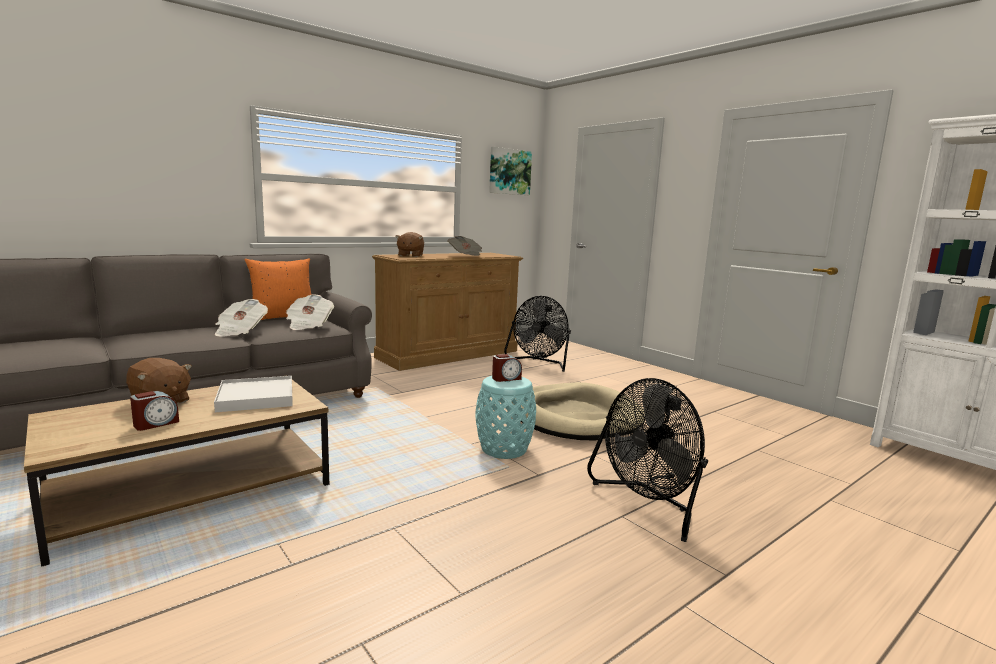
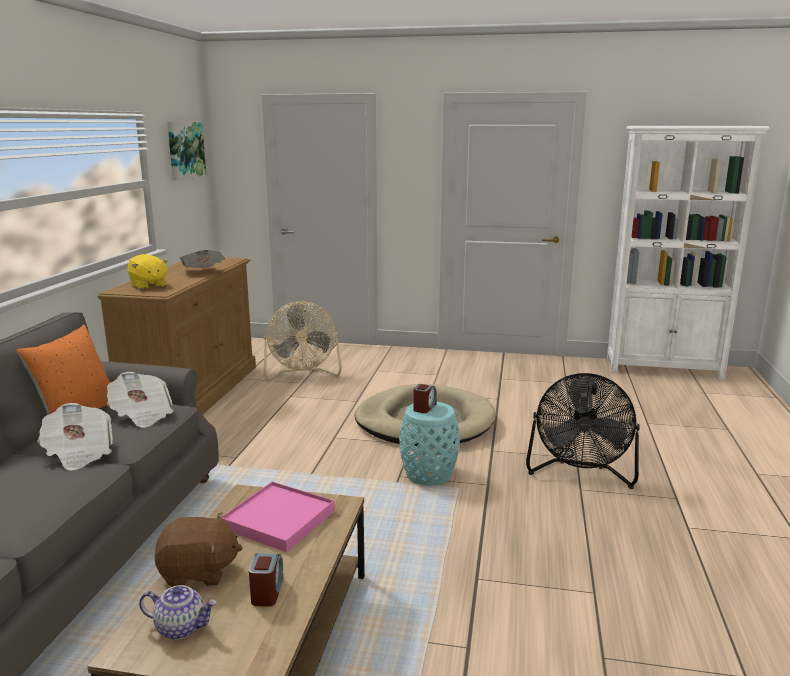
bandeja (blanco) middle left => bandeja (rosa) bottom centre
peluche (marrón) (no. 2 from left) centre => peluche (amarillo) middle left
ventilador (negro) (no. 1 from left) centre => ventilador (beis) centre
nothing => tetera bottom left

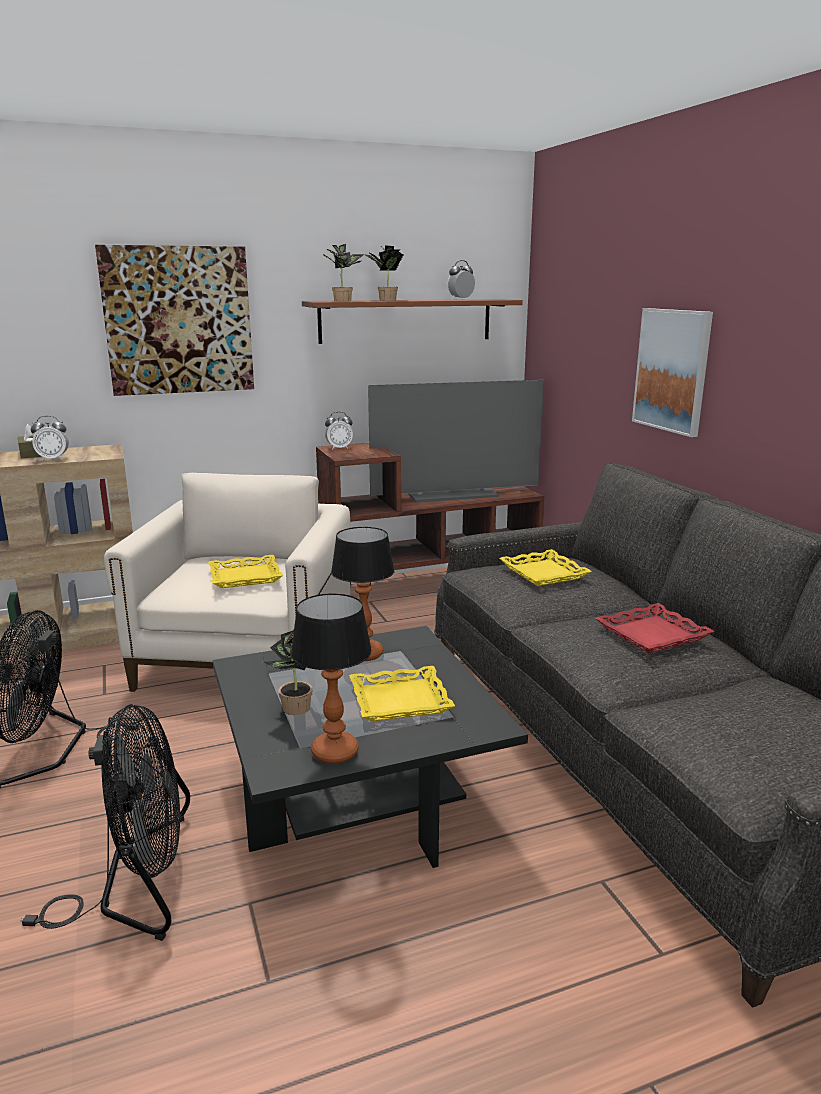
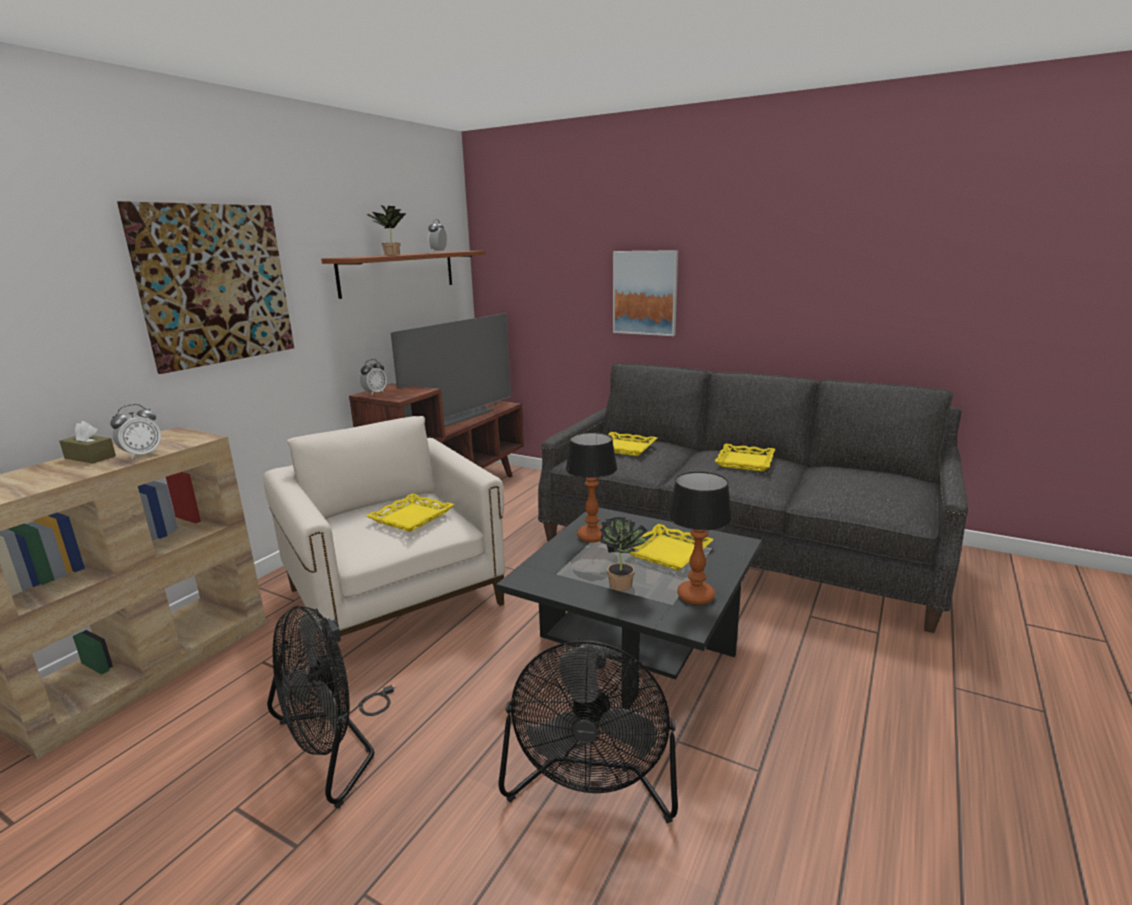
ventilador (negro) (no. 2 from left) bottom left => ventilador (negro) (no. 2 from left) bottom centre, 150 degrees clockwise
planta en maceta (no. 2 from left) top centre => nothing
bandeja (rojo) middle right => bandeja (amarillo) (no. 4 from left) centre

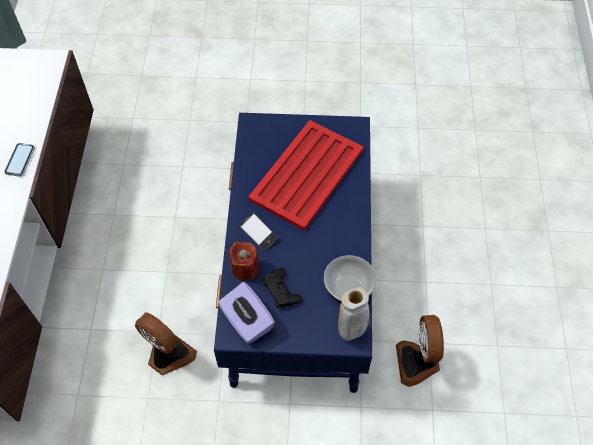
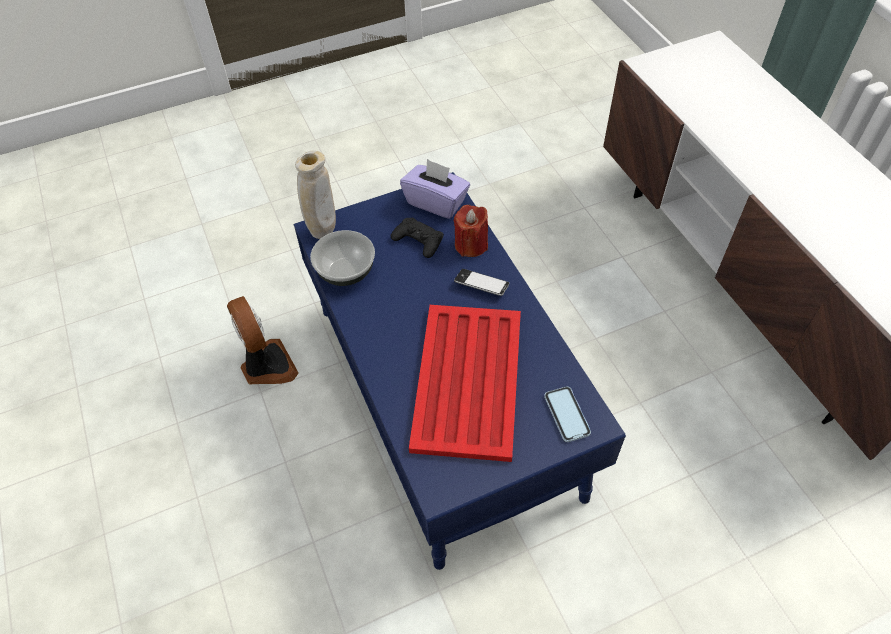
móvil (no. 1 from left in the first image) middle left => móvil (no. 2 from left) centre, shifted
ventilador (no. 1 from left) bottom left => nothing

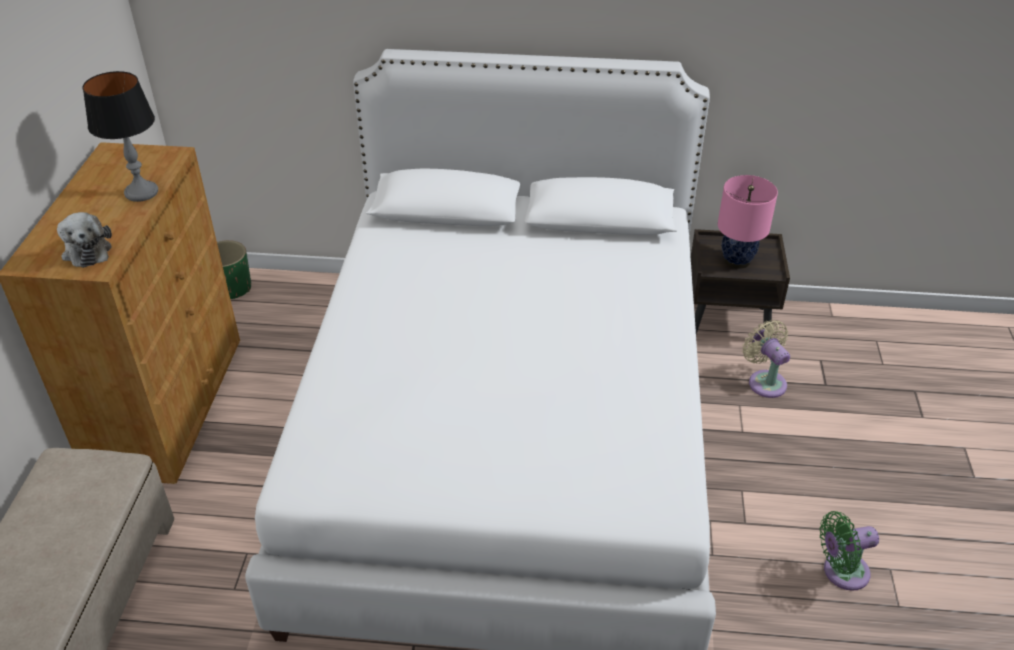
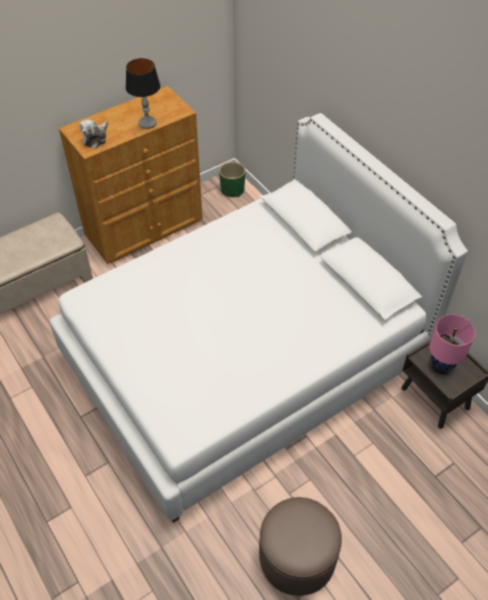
ventilador (beis) middle right => nothing
ventilador (verde) bottom right => puf (marrón) bottom centre

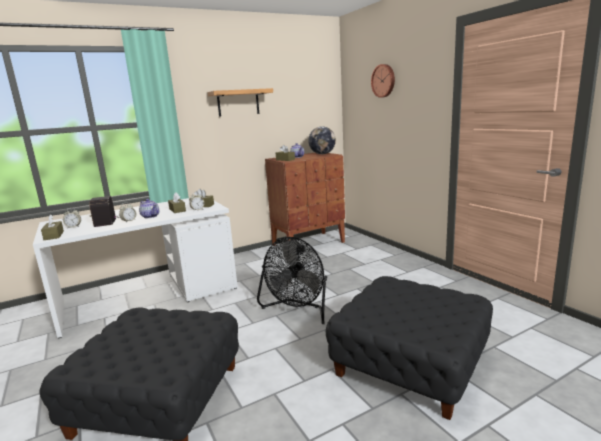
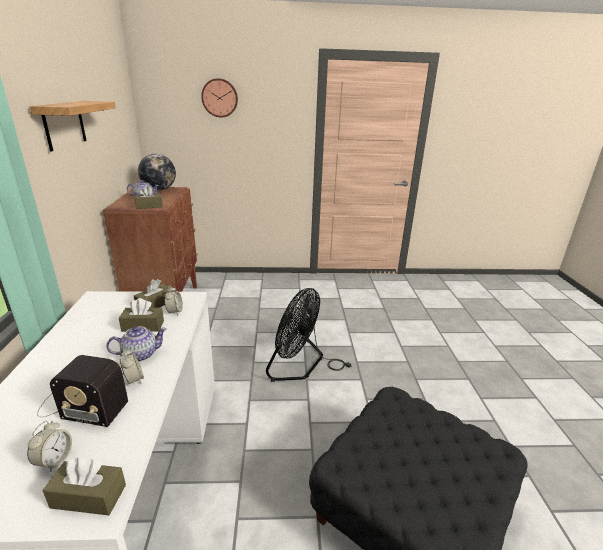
ventilador (negro) centre, 150 degrees clockwise
puf (negro) (no. 2 from left) bottom right => nothing

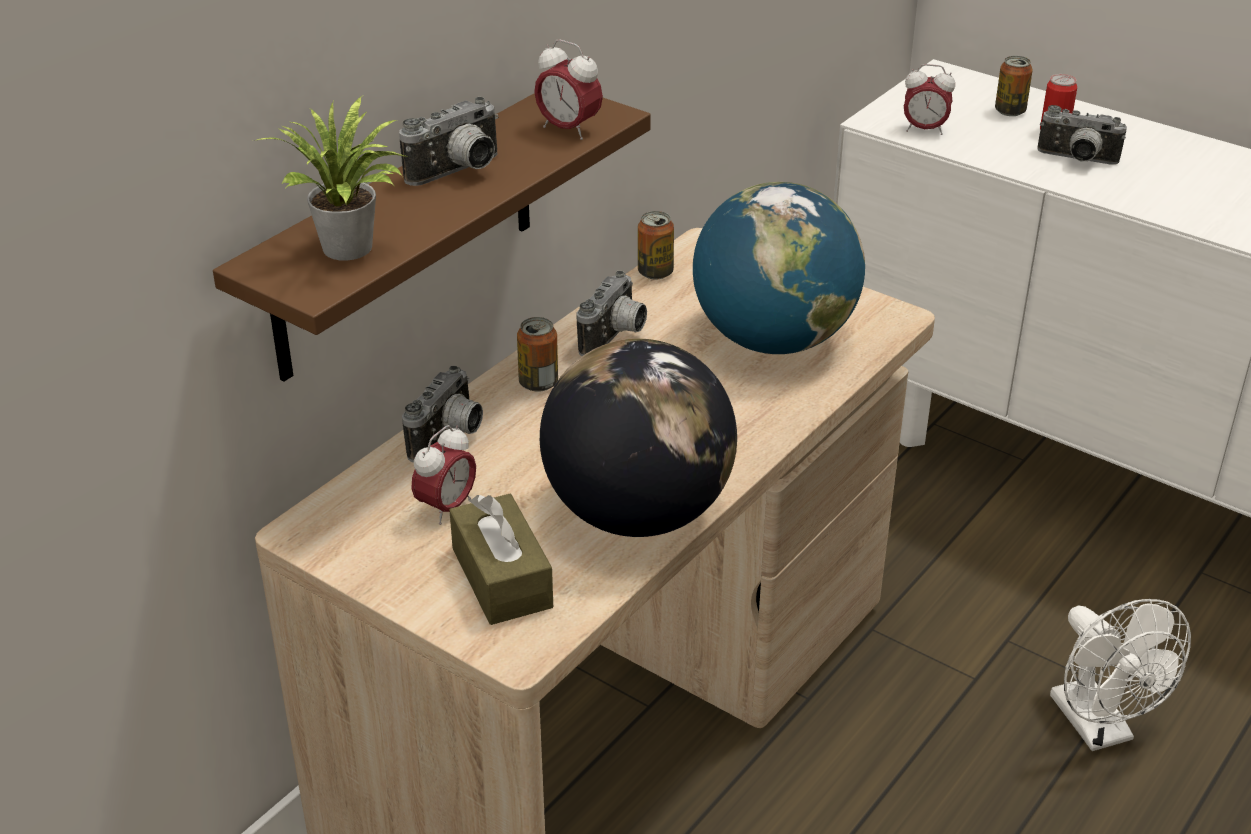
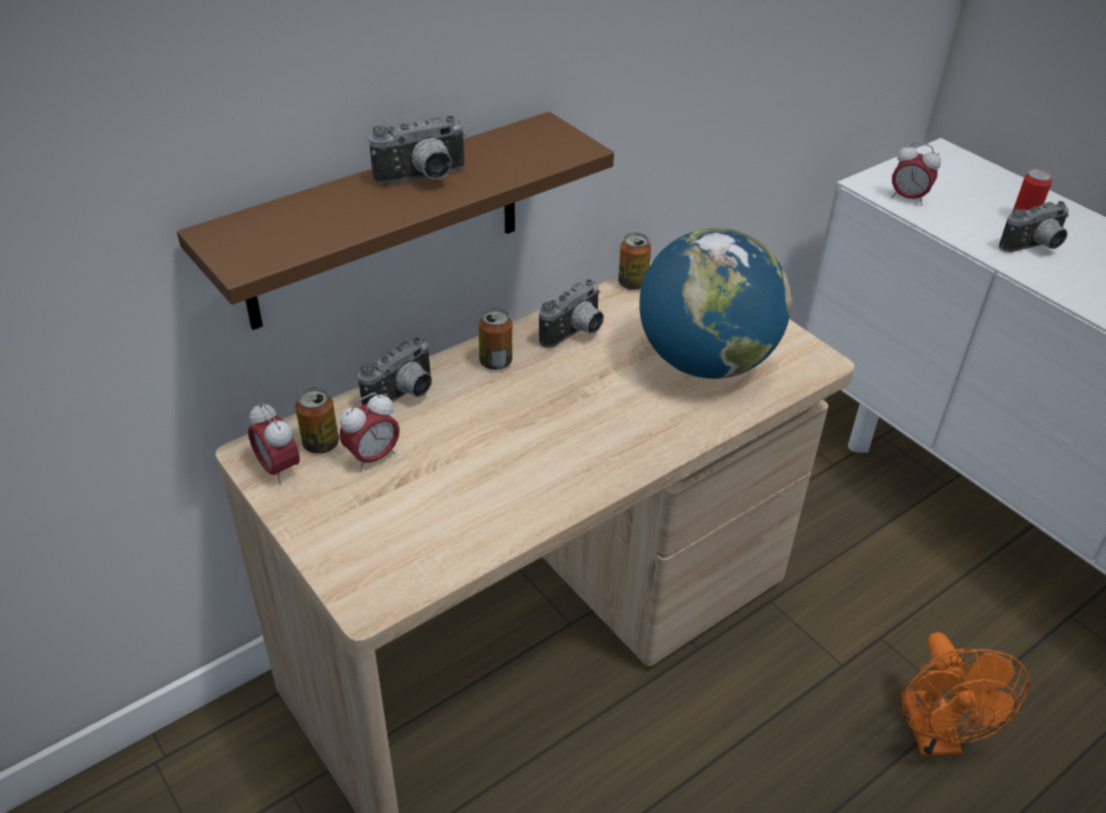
planta en maceta top left => nothing
caja de pañuelos (marrón) bottom centre => nothing
despertador (no. 2 from left in the first image) top centre => despertador (no. 1 from left) middle left, shifted
globo terráqueo (no. 1 from left) centre => nothing
lata (no. 3 from left in the first image) top right => lata (no. 1 from left) middle left, shifted
cámara (no. 4 from left) top right, 60 degrees counterclockwise
ventilador (blanco) bottom right => ventilador (naranja) bottom right

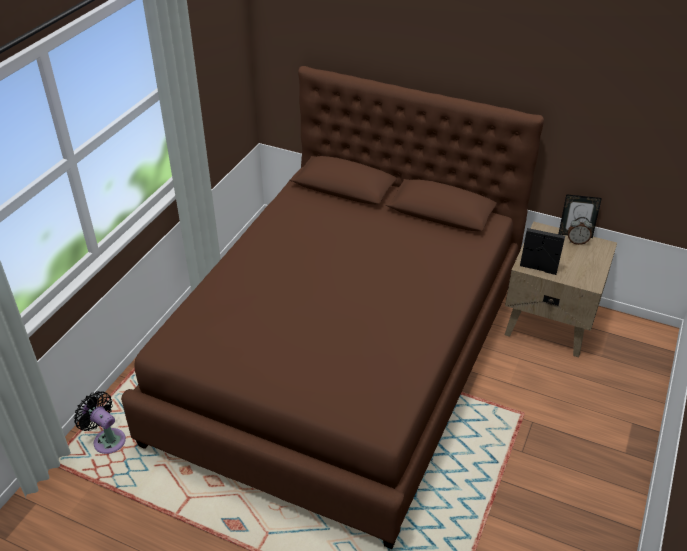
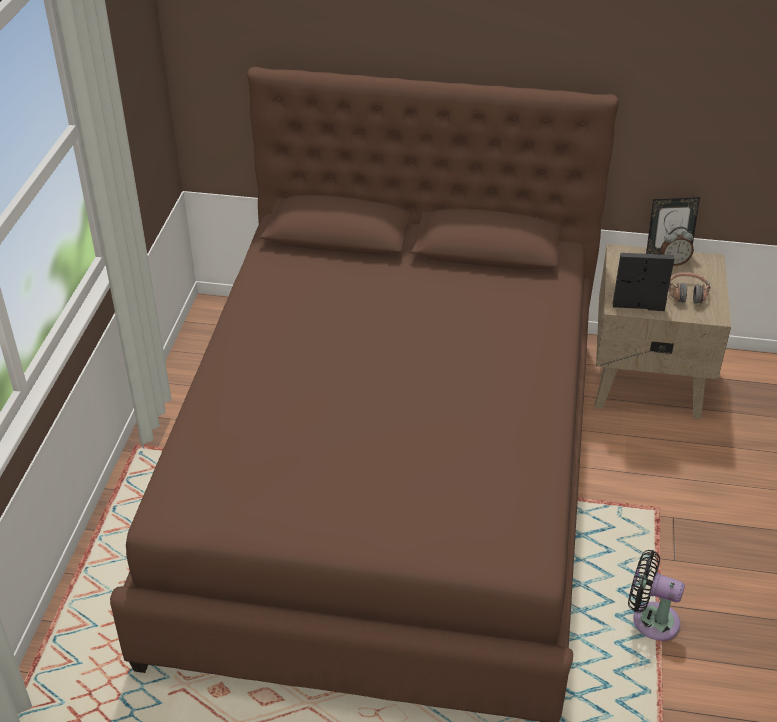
ventilador (negro) bottom left => ventilador (negro) bottom right, shifted
nothing => auriculares middle right

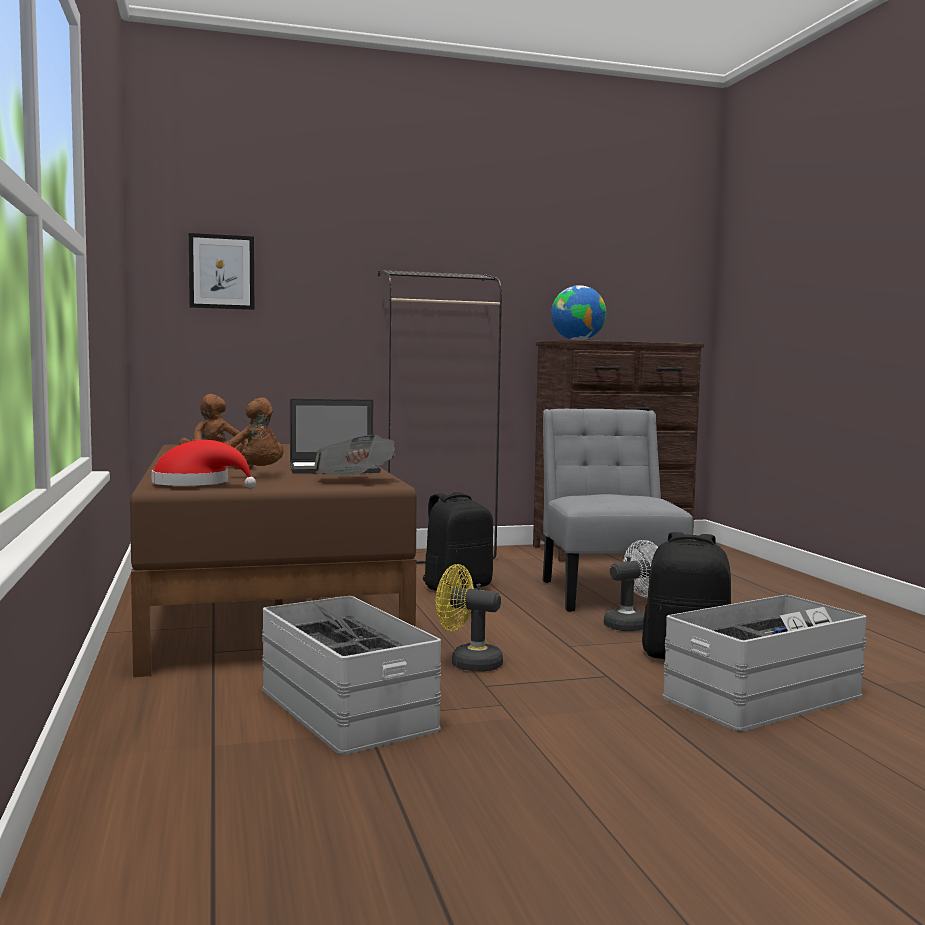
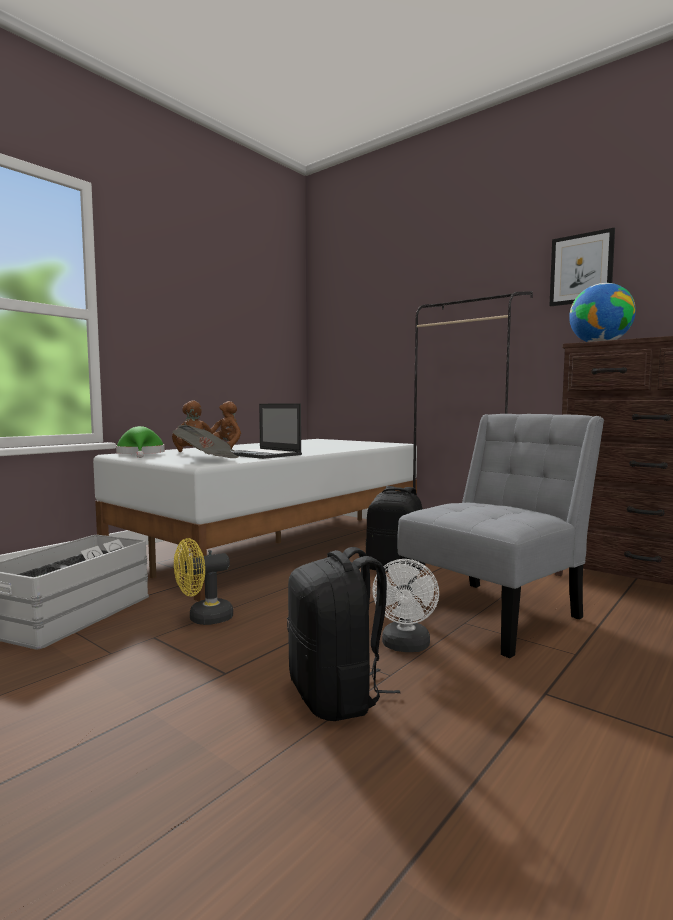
cama (marrón) middle left => cama (blanco) centre
sombrero (rojo) middle left => sombrero (verde) middle left
cuadro top left => cuadro top right, shifted
ventilador (amarillo) bottom centre => ventilador (amarillo) middle left, 105 degrees counterclockwise
ventilador (blanco) middle right => ventilador (blanco) centre, 75 degrees clockwise
caja de almacenaje (gris) (no. 2 from left) bottom right => nothing

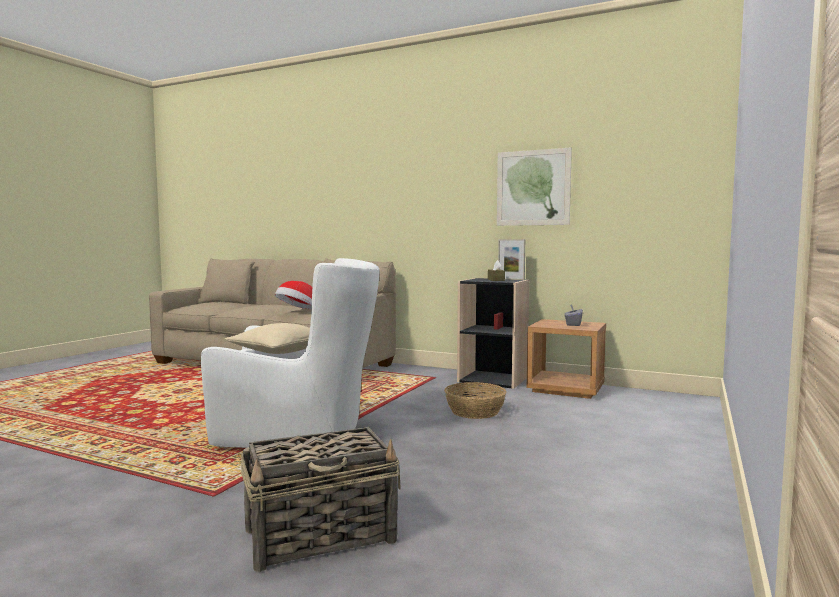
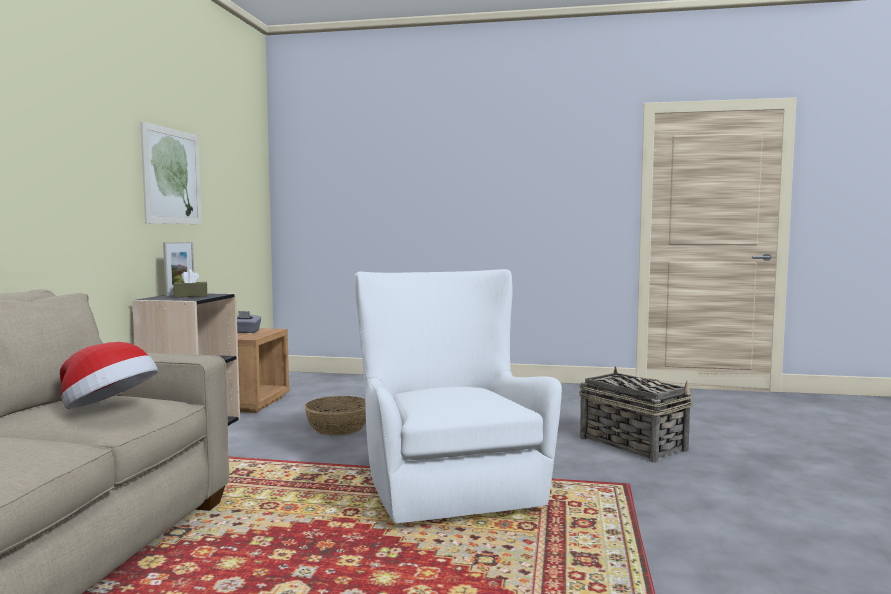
cojín (beis) middle left => nothing

